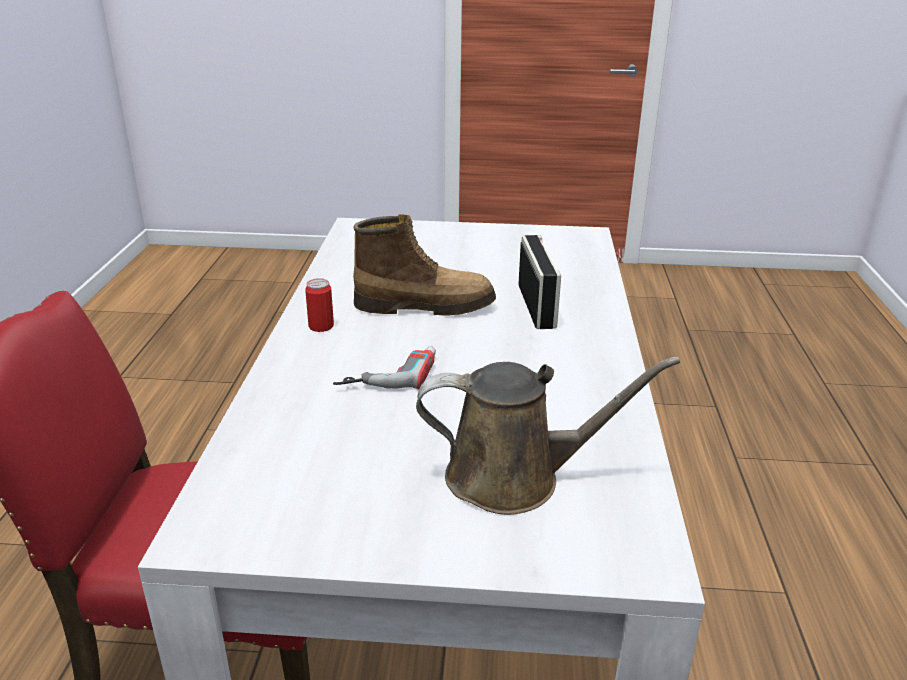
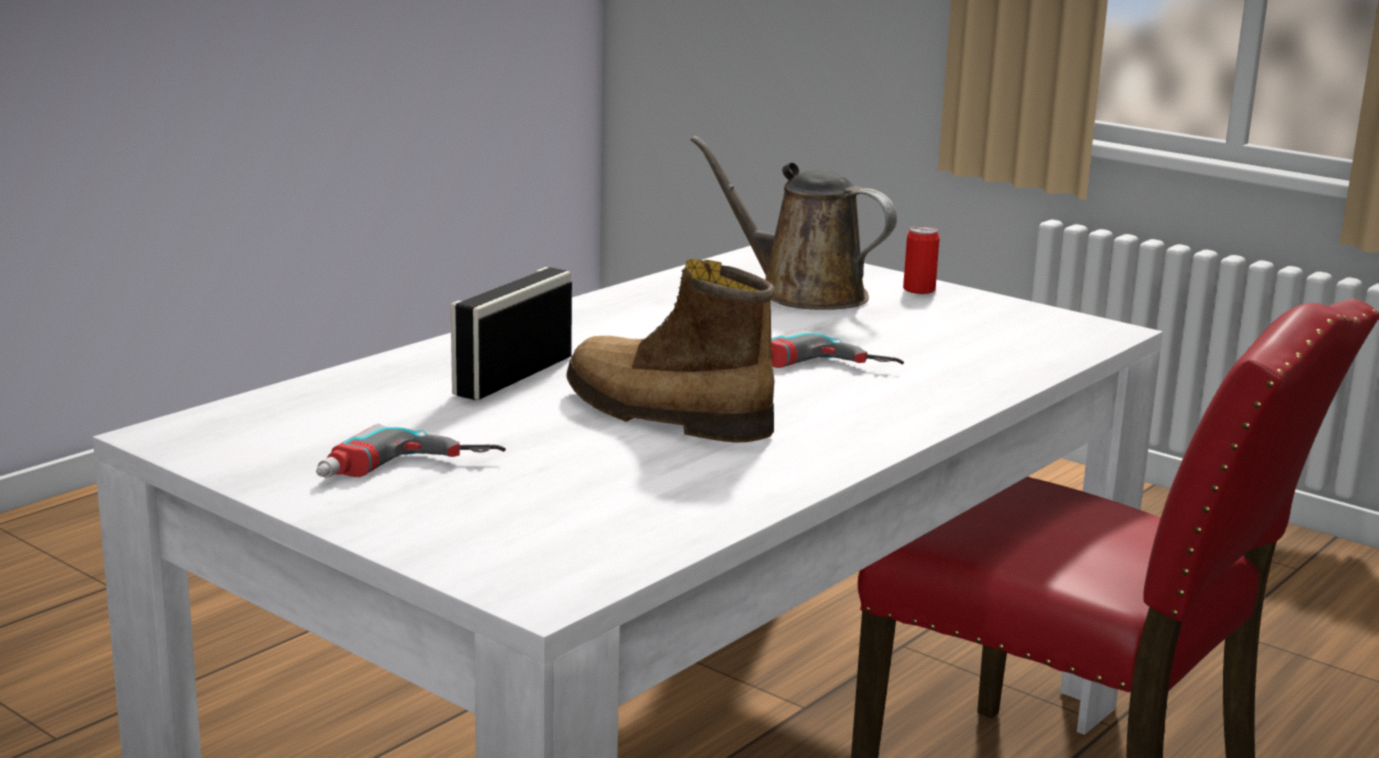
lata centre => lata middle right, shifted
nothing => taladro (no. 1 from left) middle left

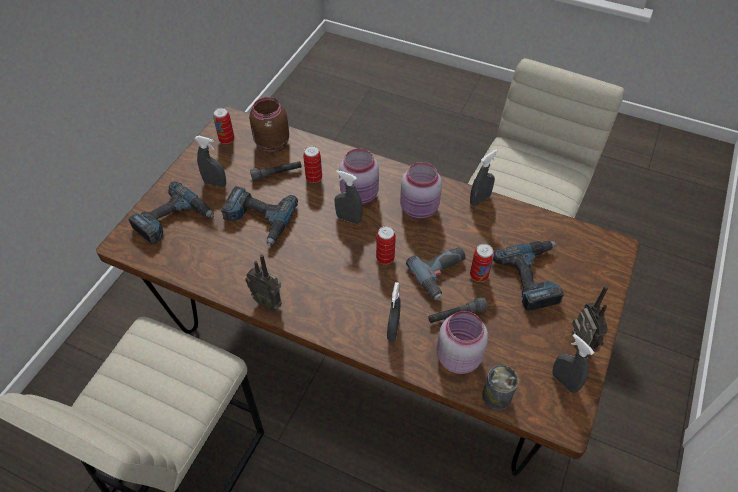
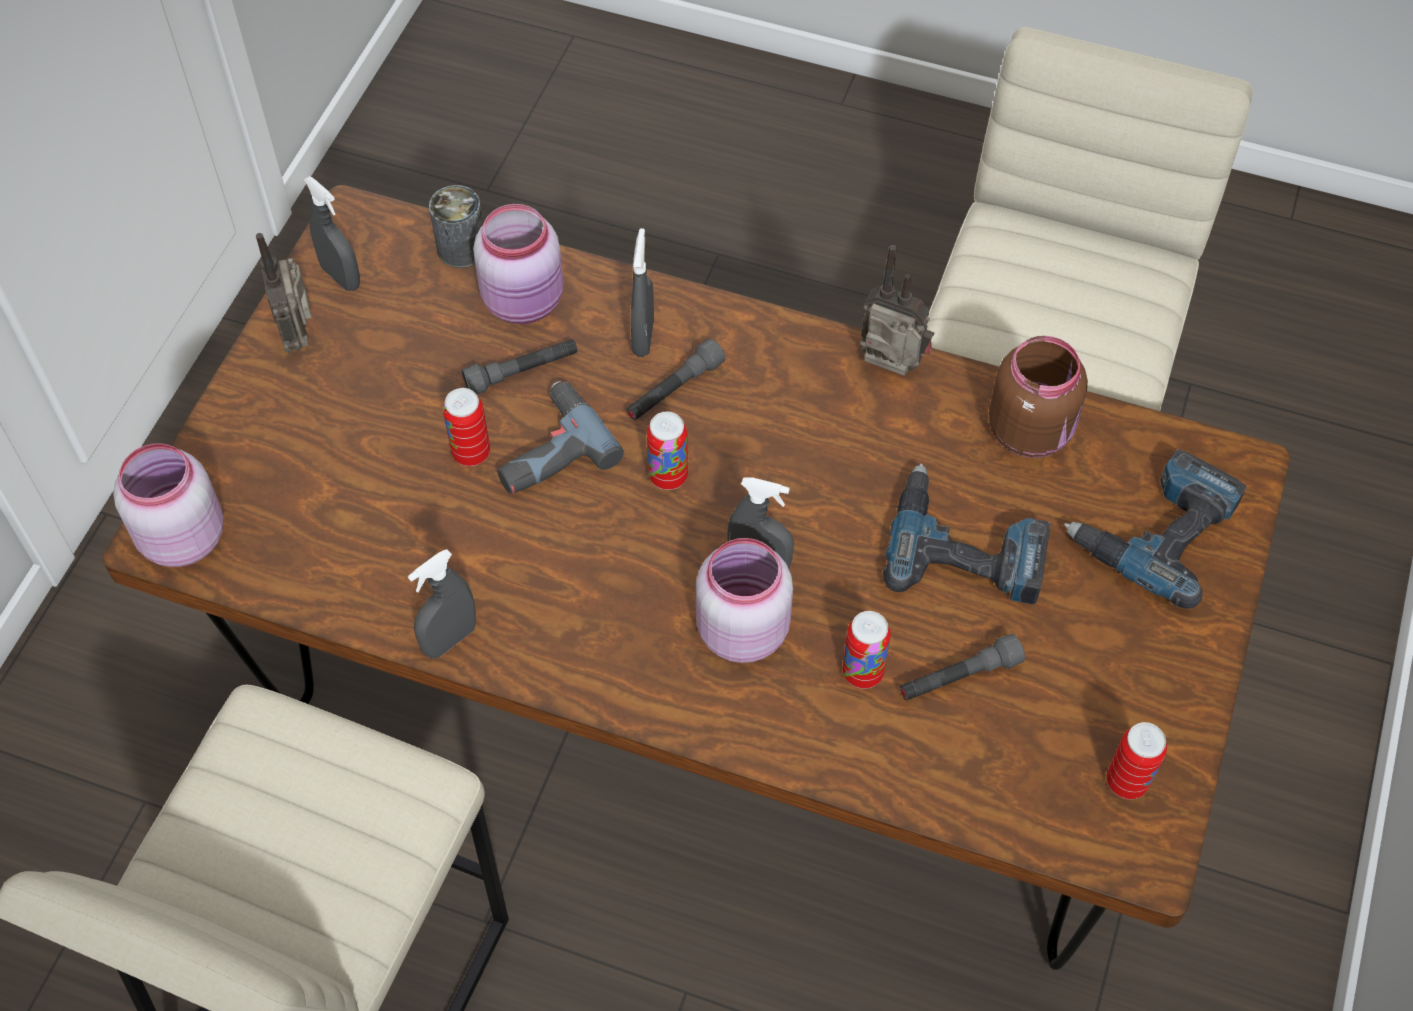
pulverizador (gris) (no. 1 from left) top left => nothing
tarro (marrón) top centre => tarro (marrón) middle right, shifted
tarro (rosa) (no. 2 from left in the first image) centre => tarro (rosa) (no. 1 from left) middle left, shifted
taladro (no. 4 from left) middle right => nothing
nothing => linterna (gris) (no. 2 from left) centre

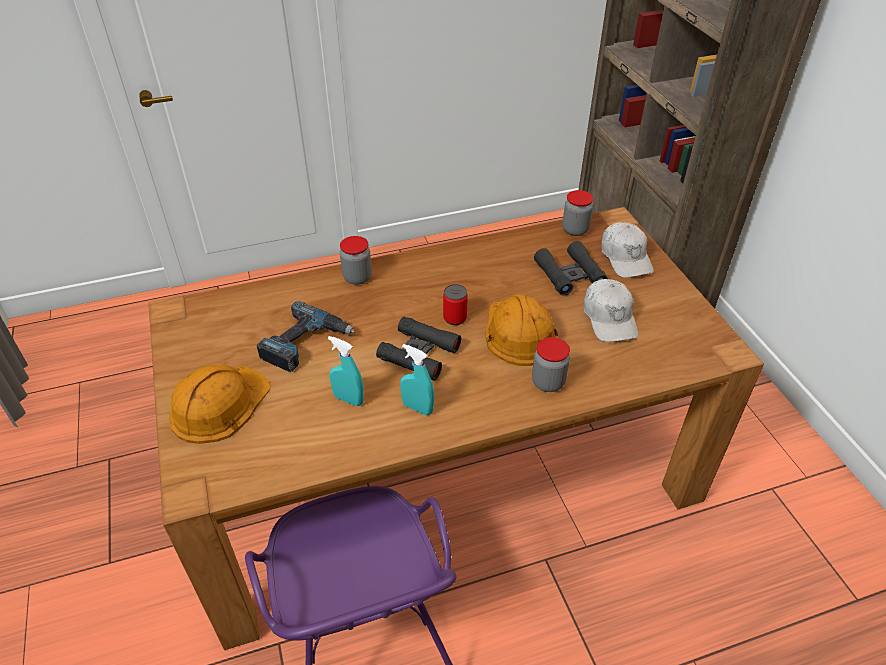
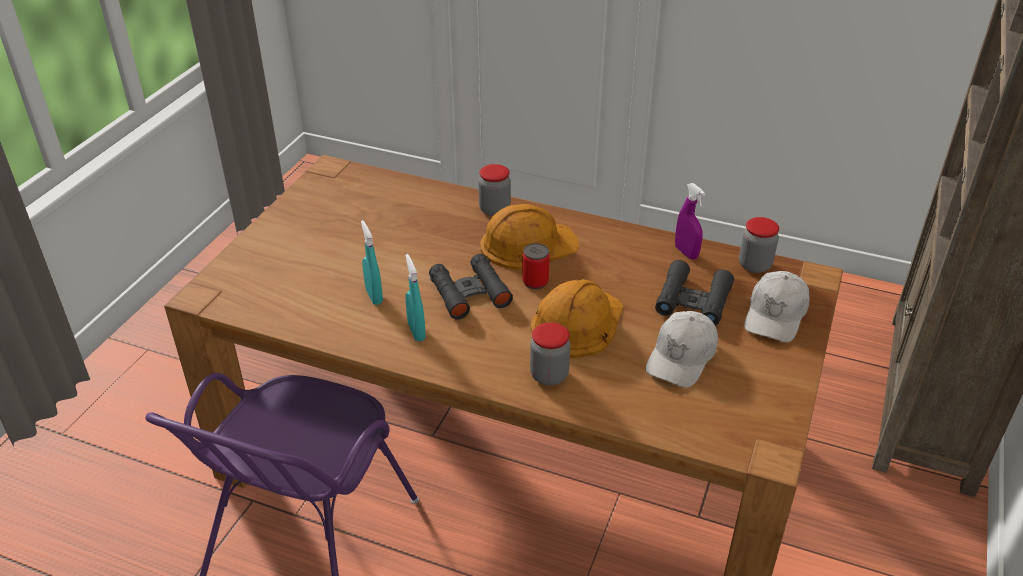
casco (naranja) (no. 1 from left) middle left => casco (naranja) (no. 1 from left) centre, shifted
taladro centre => nothing
nothing => pulverizador (morado) middle right

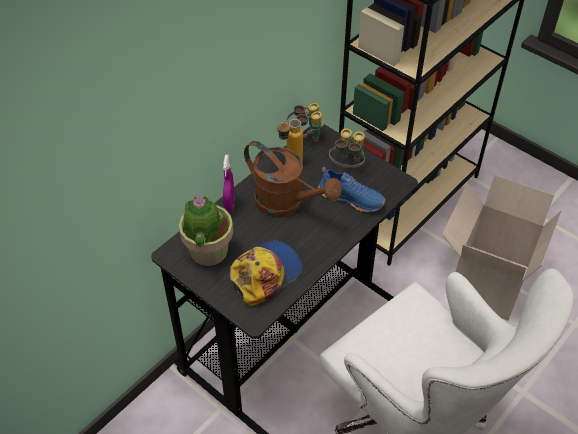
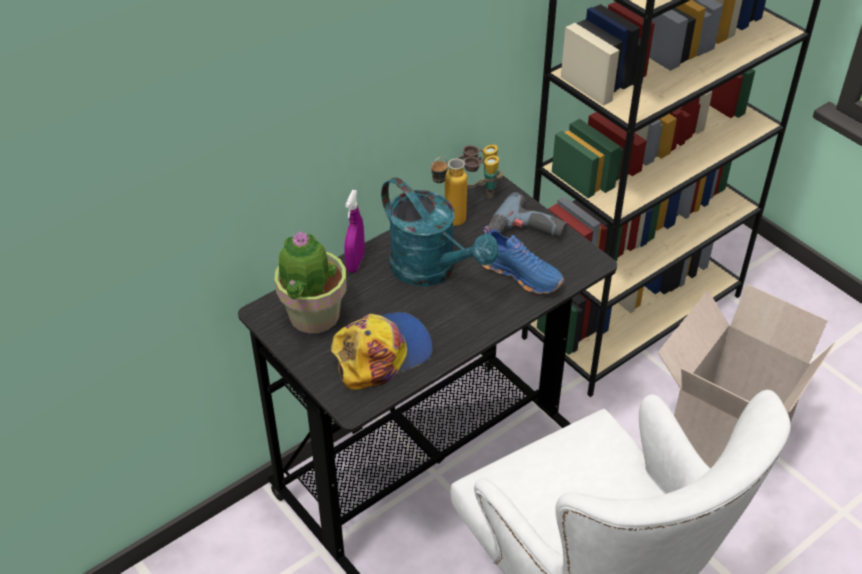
regadera (marrón) centre => regadera (turquesa) centre
prismáticos (no. 2 from left) centre => taladro centre

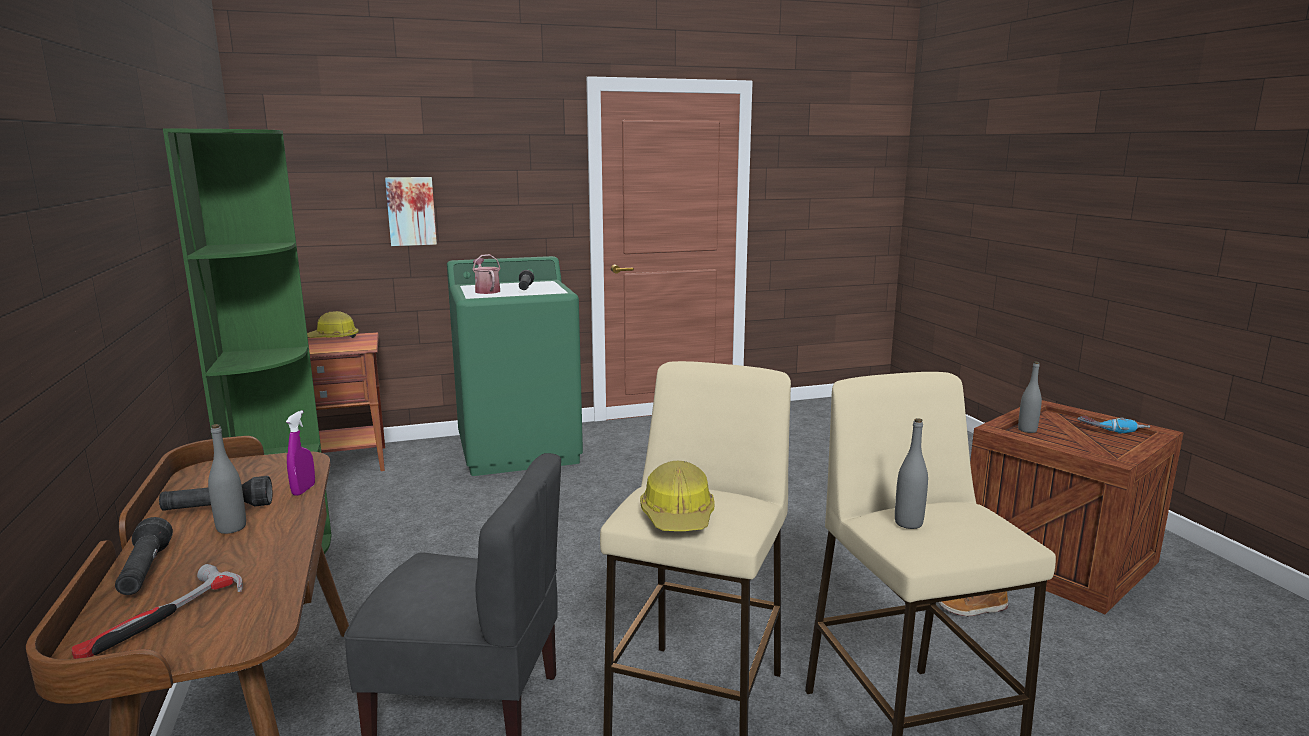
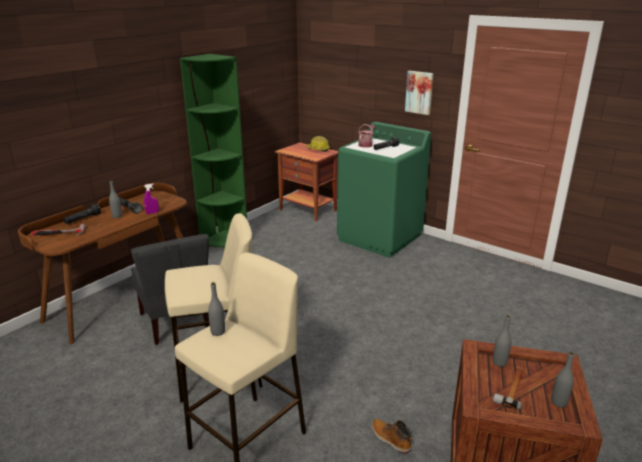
cuadro top left => cuadro top centre, shifted
casco (no. 2 from left) bottom centre => nothing
taladro middle right => botella (gris) (no. 4 from left) bottom right
nothing => martillo (no. 2 from left) bottom right

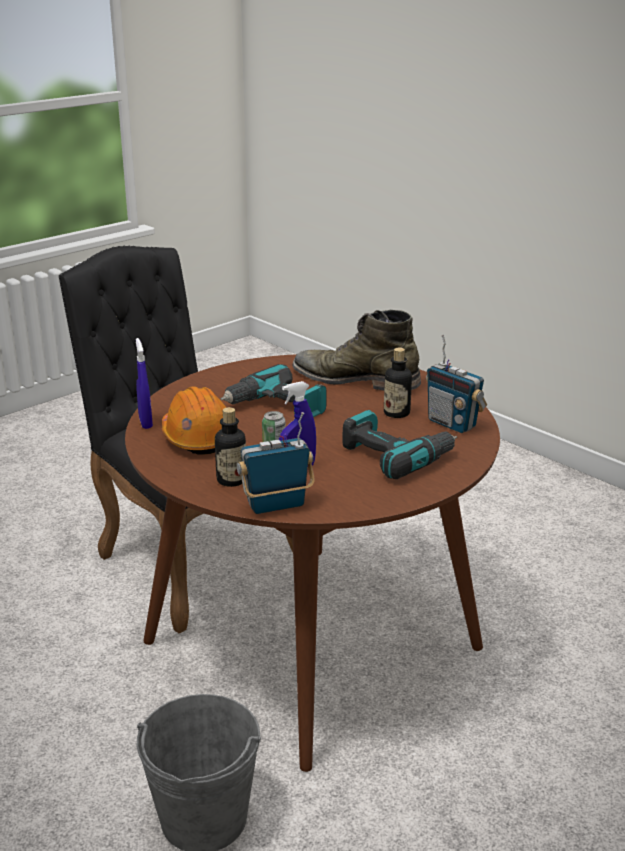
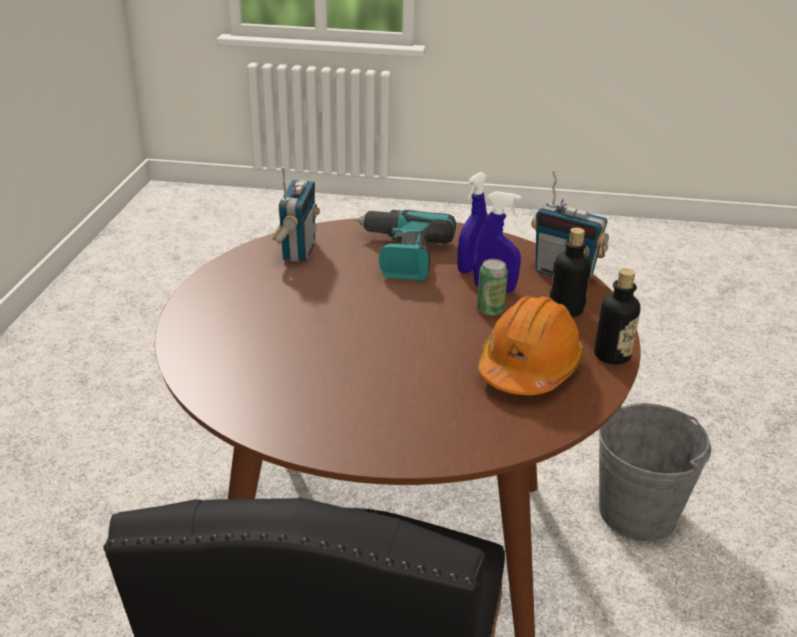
pulverizador (azul) (no. 1 from left) middle left => pulverizador (azul) (no. 1 from left) centre, shifted
taladro (no. 1 from left) centre => nothing
bota (verde) centre => nothing
botella (no. 2 from left) centre => botella (no. 2 from left) middle right, shifted

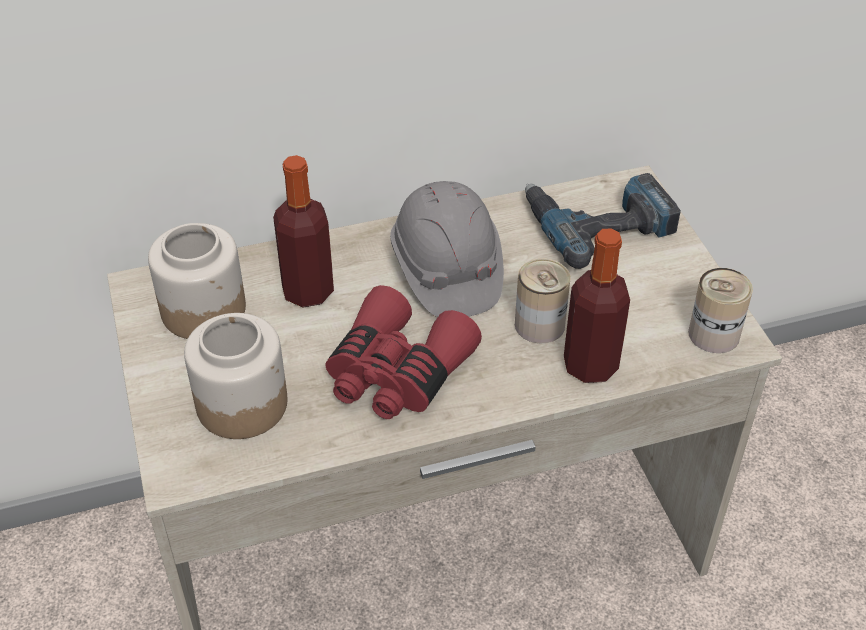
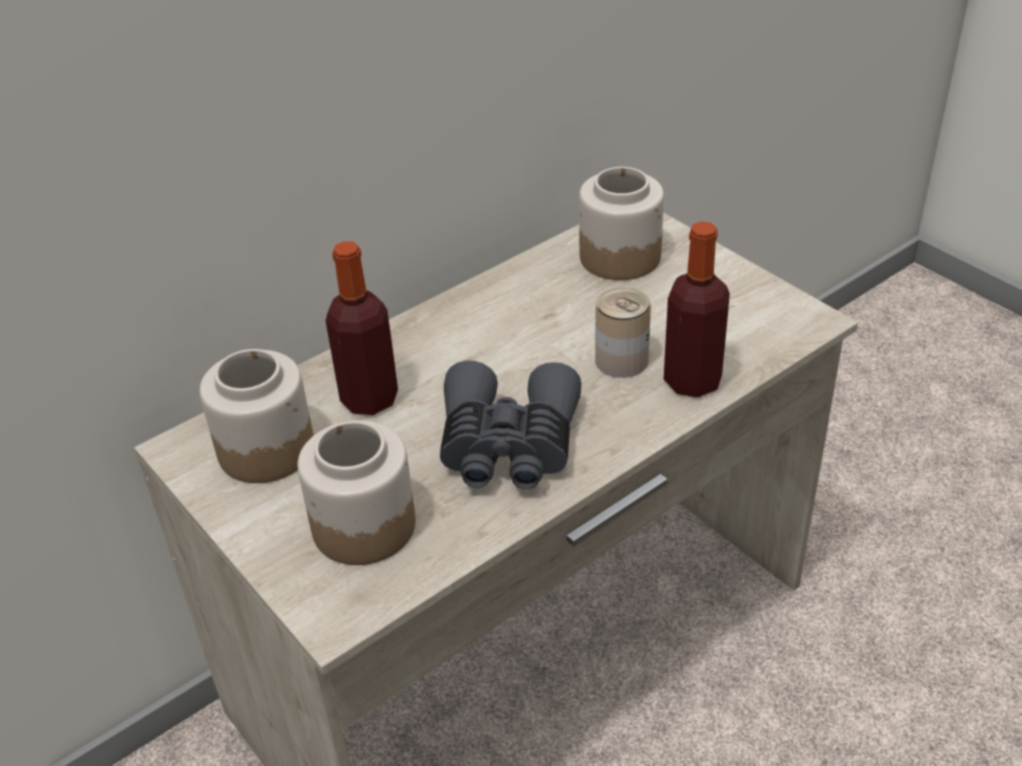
prismáticos (rojo) centre => prismáticos (gris) centre
casco (gris) centre => nothing
taladro middle right => tarro (no. 3 from left) top centre
lata (no. 2 from left) middle right => nothing

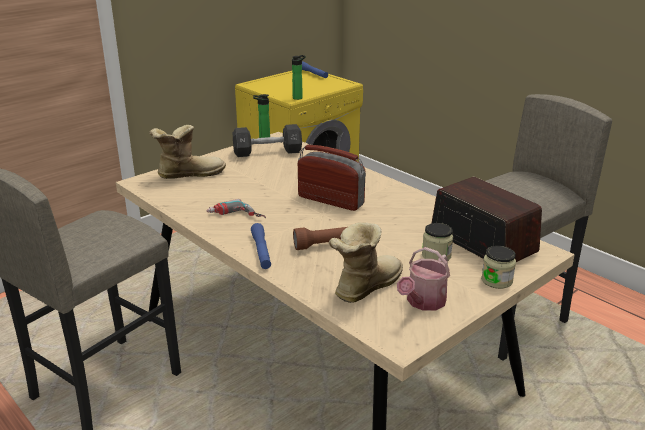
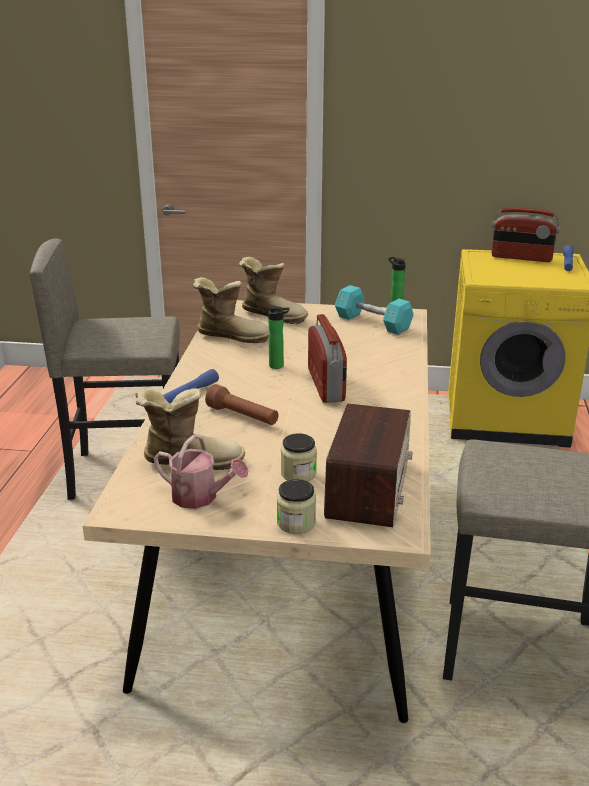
taladro centre => nothing
mancuerna (negro) top centre => mancuerna (turquesa) centre
botella (no. 2 from left in the first image) top centre => botella (no. 1 from left) centre, shifted
regadera centre, 150 degrees counterclockwise
nothing => bota (no. 2 from left) centre
nothing => radio (no. 3 from left) top right

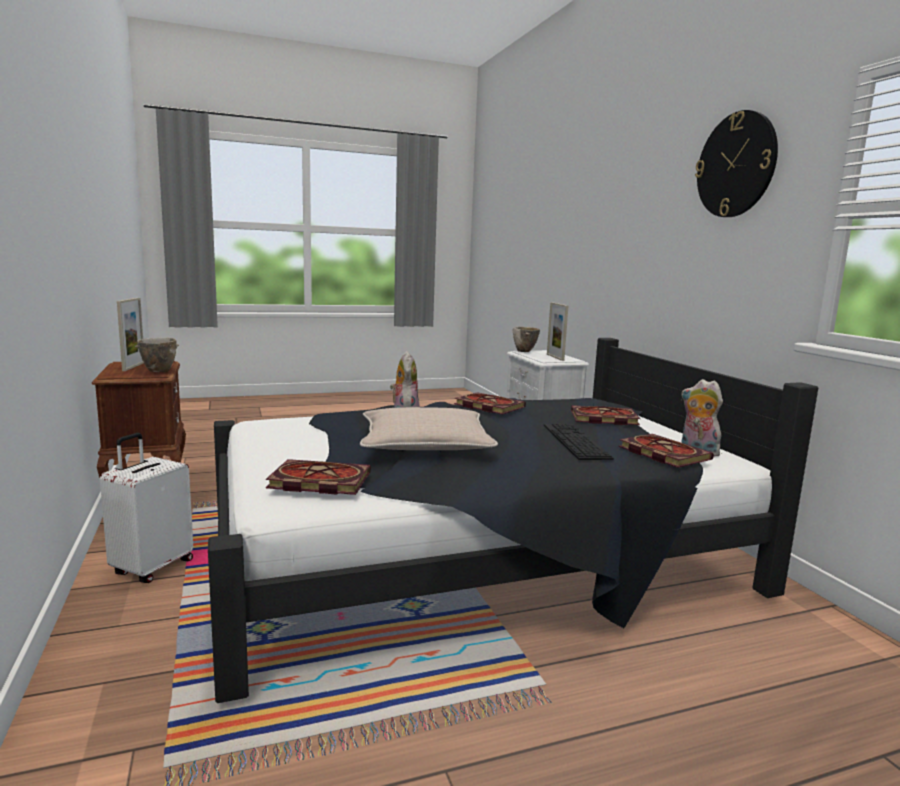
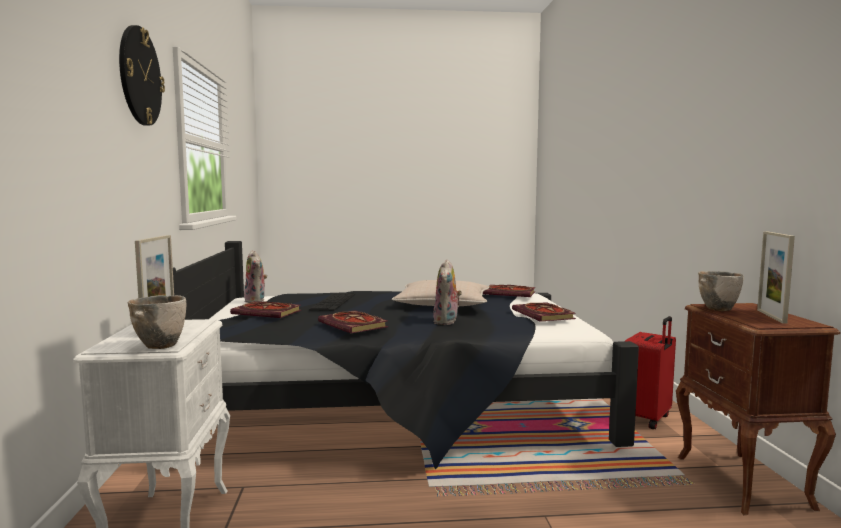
maleta (blanco) middle left => maleta (rojo) bottom right
libro (no. 4 from left) middle right => libro (no. 4 from left) centre, shifted

